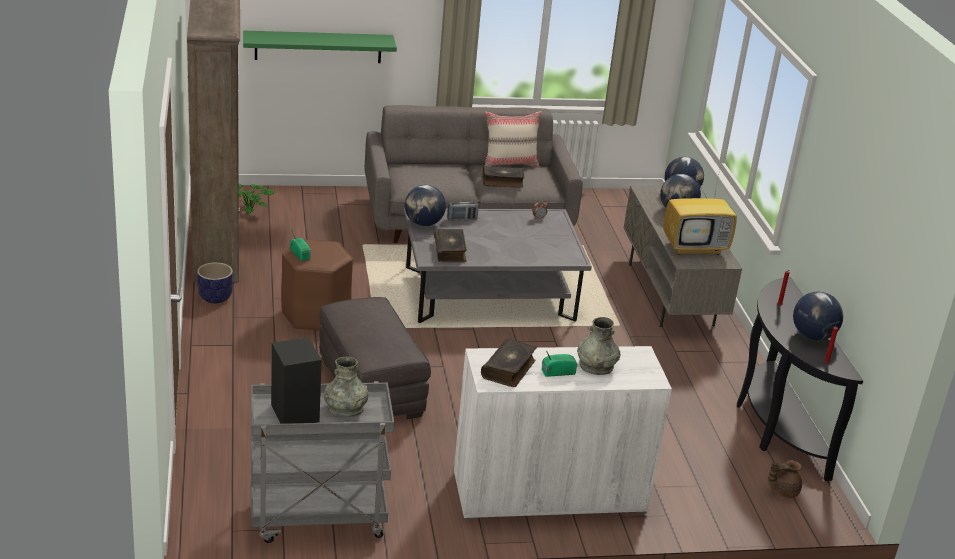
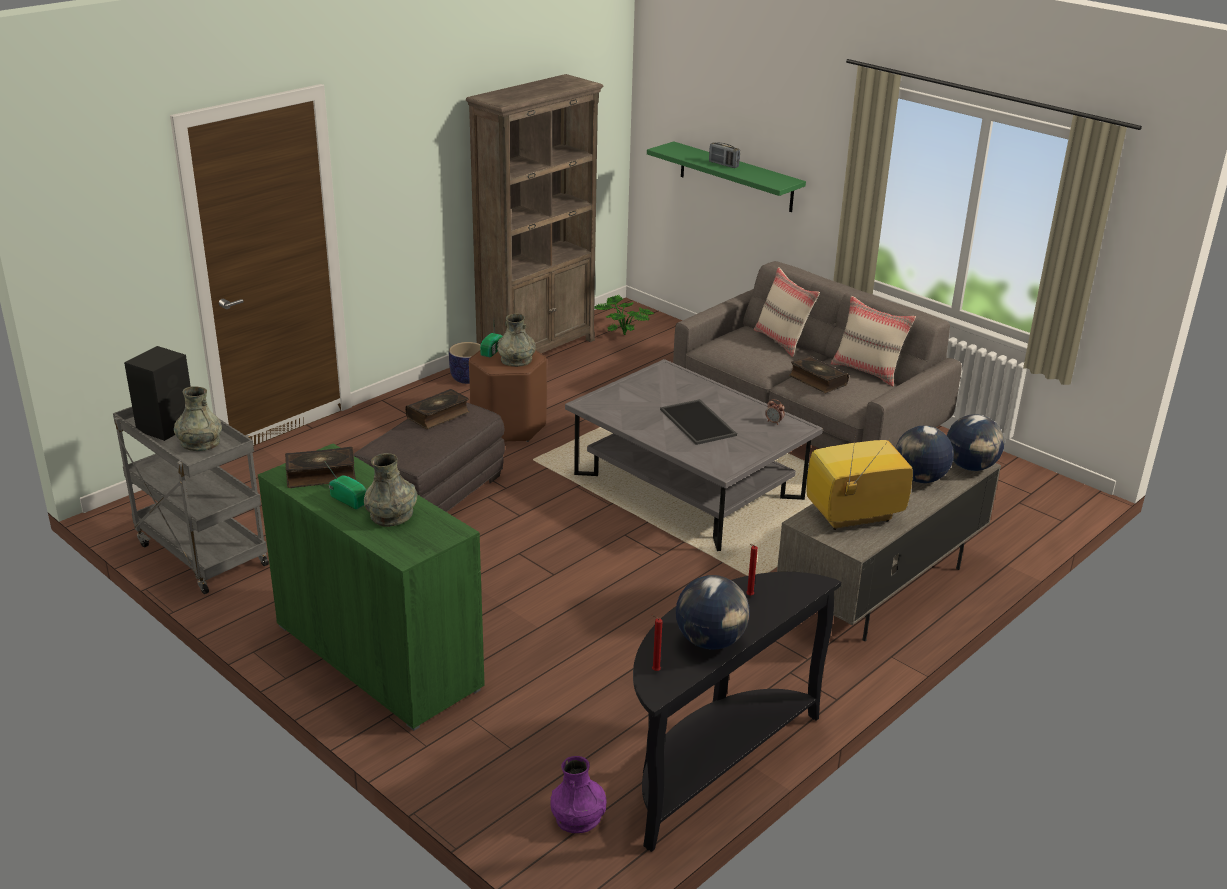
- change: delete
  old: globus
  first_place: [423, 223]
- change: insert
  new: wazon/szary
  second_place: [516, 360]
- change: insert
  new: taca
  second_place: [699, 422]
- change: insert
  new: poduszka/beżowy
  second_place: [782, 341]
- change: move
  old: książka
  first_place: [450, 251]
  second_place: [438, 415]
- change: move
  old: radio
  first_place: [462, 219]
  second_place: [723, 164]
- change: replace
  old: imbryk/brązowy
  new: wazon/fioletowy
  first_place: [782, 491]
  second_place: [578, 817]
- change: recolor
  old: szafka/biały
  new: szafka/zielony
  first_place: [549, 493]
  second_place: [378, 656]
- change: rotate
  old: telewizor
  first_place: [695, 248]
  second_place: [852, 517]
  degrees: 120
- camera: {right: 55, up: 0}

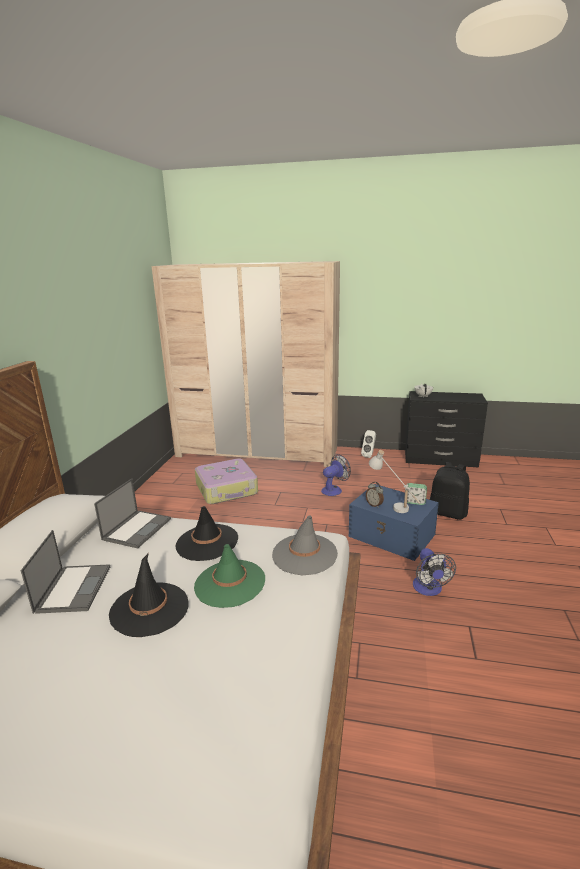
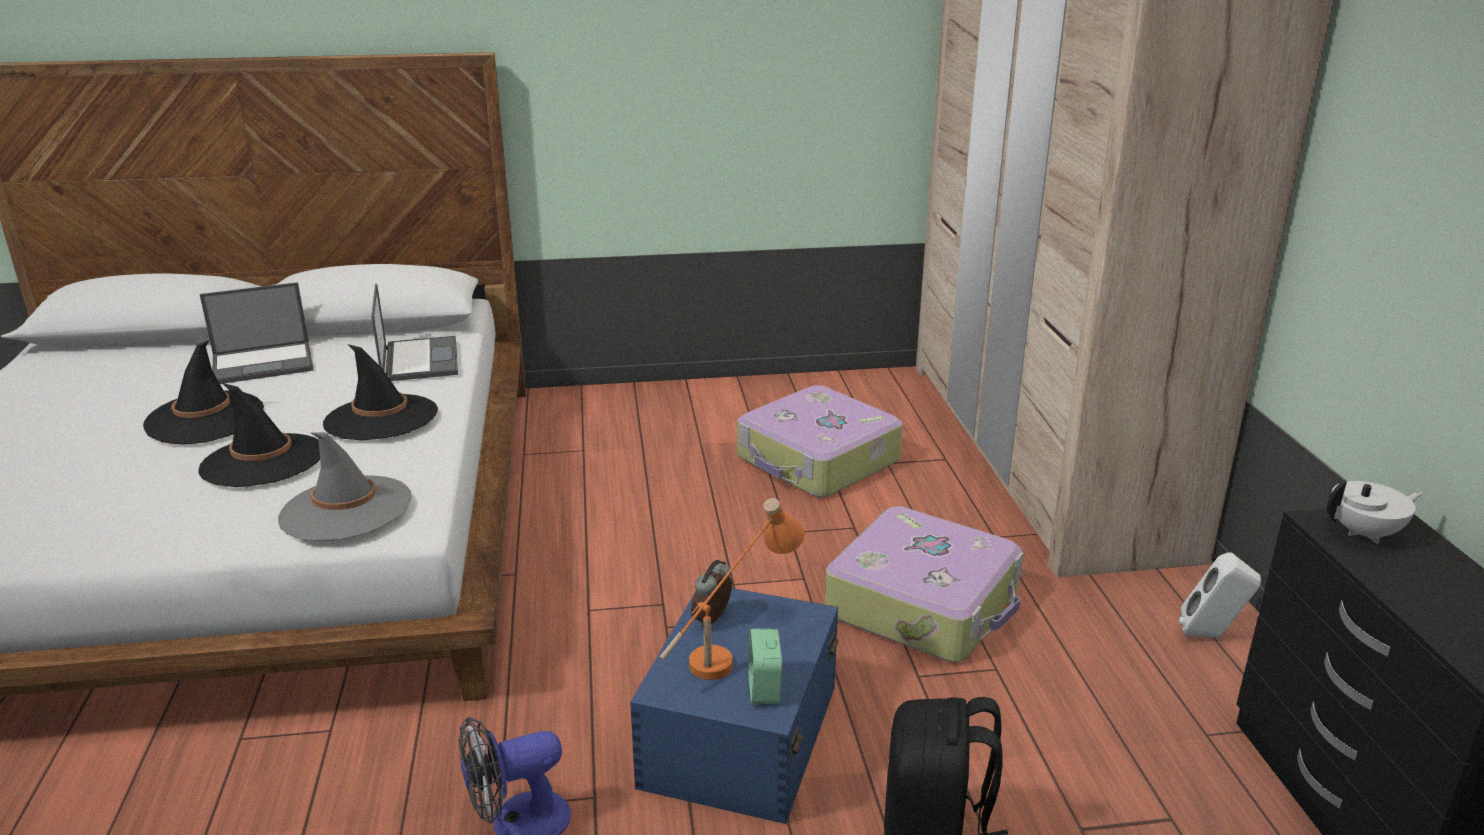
- change: replace
  old: wentylator
  new: walizka
  first_place: [334, 489]
  second_place: [924, 604]
- change: recolor
  old: kapelusz/zielony
  new: kapelusz/czarny
  first_place: [230, 583]
  second_place: [263, 461]
- change: recolor
  old: lampa stołowa/biały
  new: lampa stołowa/pomarańczowy
  first_place: [393, 504]
  second_place: [732, 650]
- change: rotate
  old: laptop
  first_place: [137, 528]
  second_place: [419, 359]
  degrees: -105
- camera: {right: 70, up: 5}

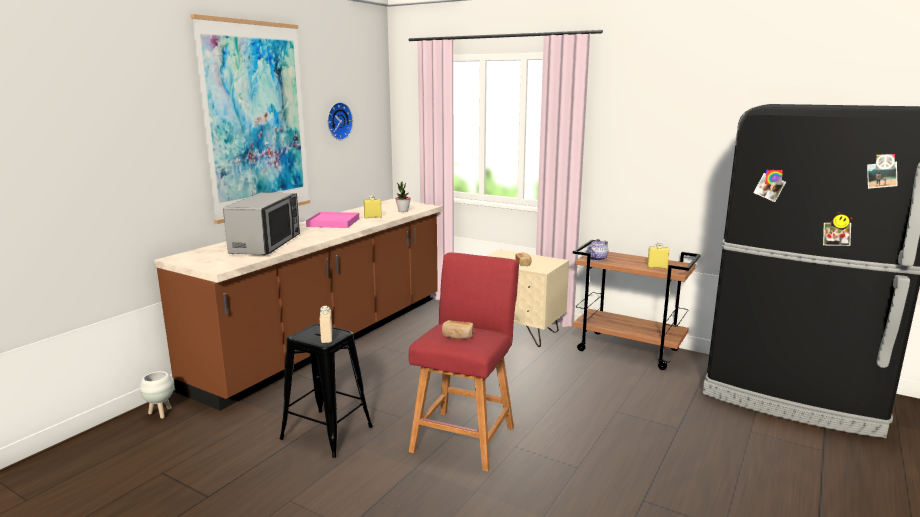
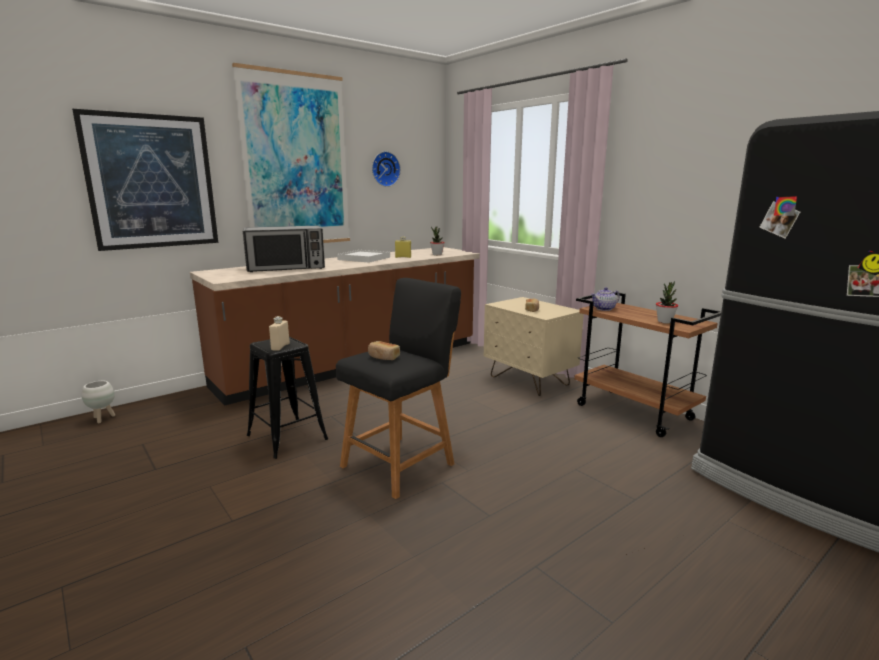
- change: insert
  new: obraz
  second_place: [152, 182]
- change: move
  old: donica/biały
  first_place: [160, 413]
  second_place: [103, 419]
- change: replace
  old: butelka/żółty
  new: roślina doniczkowa
  first_place: [657, 267]
  second_place: [664, 321]
- change: recolor
  old: taca/różowy
  new: taca/biały
  first_place: [333, 222]
  second_place: [364, 258]
- change: recolor
  old: stołek/czerwony
  new: stołek/czarny
  first_place: [465, 436]
  second_place: [401, 463]
- change: rotate
  old: mikrofalówka
  first_place: [266, 244]
  second_place: [286, 268]
  degrees: 45
- camera: {right: 20, up: 0}

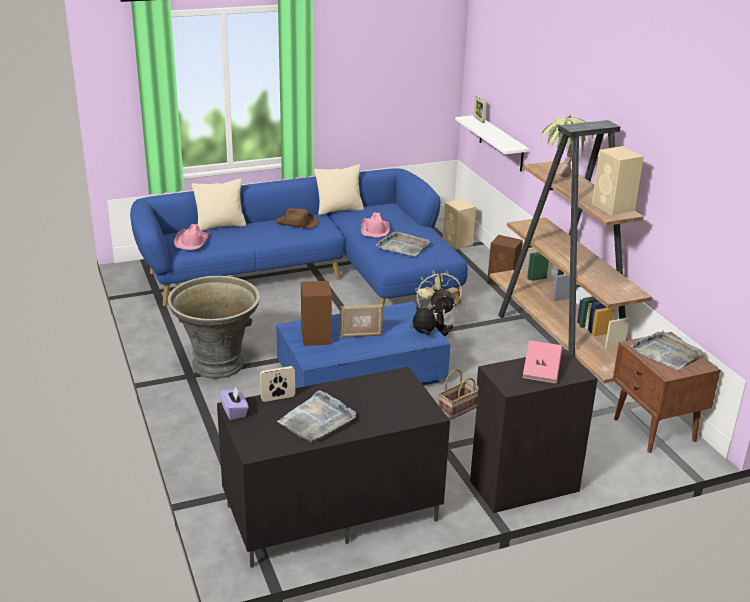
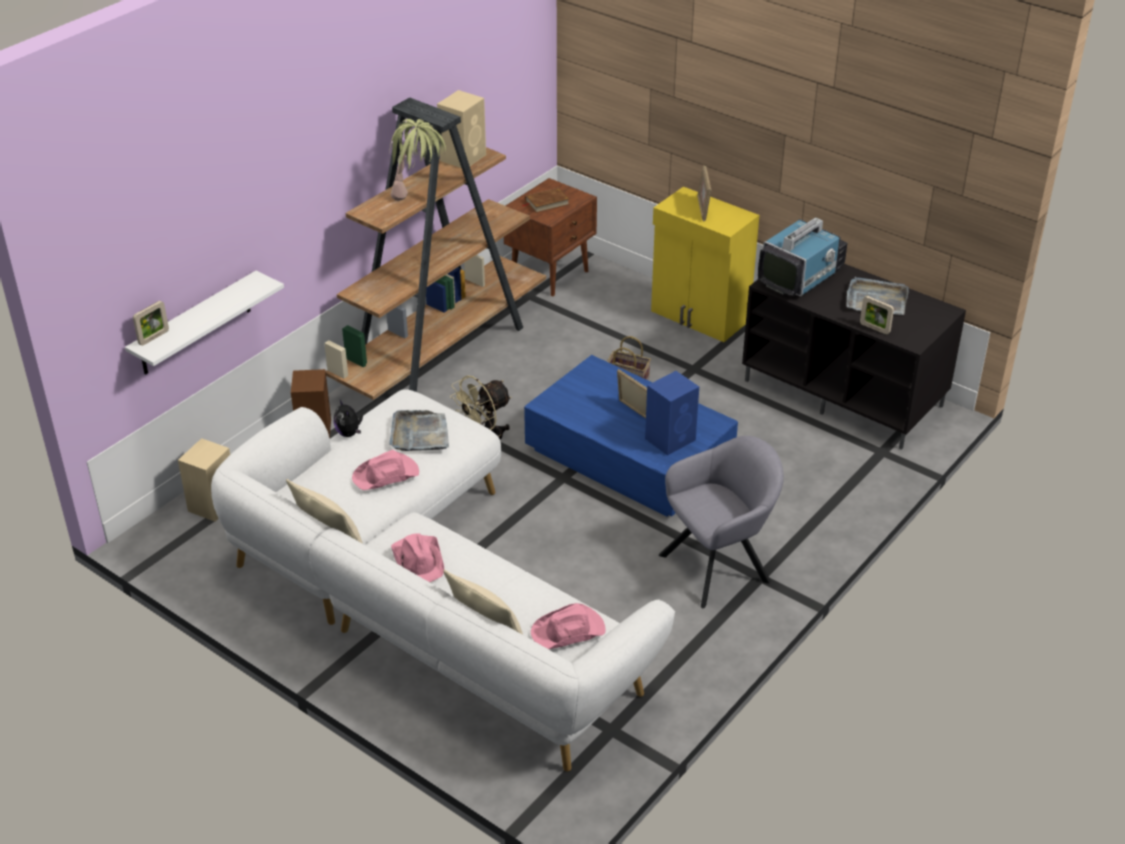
- change: delete
  old: pudełko chusteczek/fioletowy
  first_place: [234, 412]
- change: insert
  new: telewizor
  second_place: [801, 277]
- change: move
  old: pluszak
  first_place: [423, 333]
  second_place: [349, 433]
- change: replace
  old: donica/szary
  new: fotel/szary
  first_place: [218, 366]
  second_place: [720, 566]
- change: replace
  old: książka/różowy
  new: ramka na zdjęcie
  first_place: [541, 371]
  second_place: [703, 209]
- change: replace
  old: taca/szary
  new: książka/brązowy
  first_place: [666, 353]
  second_place: [547, 203]
- change: recolor
  old: kanapa/niebieski
  new: kanapa/biały
  first_place: [312, 274]
  second_place: [427, 599]
- change: recolor
  old: kapelusz/brązowy
  new: kapelusz/różowy
  first_place: [297, 223]
  second_place: [419, 560]
- change: recolor
  old: głośnik/brązowy
  new: głośnik/niebieski
  first_place: [316, 337]
  second_place: [671, 439]
- change: recolor
  old: szafka/czarny
  new: szafka/żółty
  first_place: [522, 485]
  second_place: [699, 317]
- camera: {right: -120, up: 10}

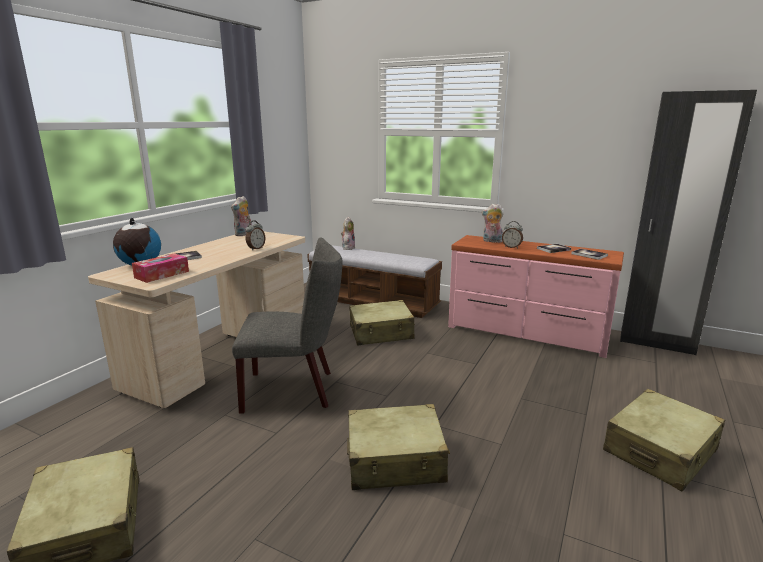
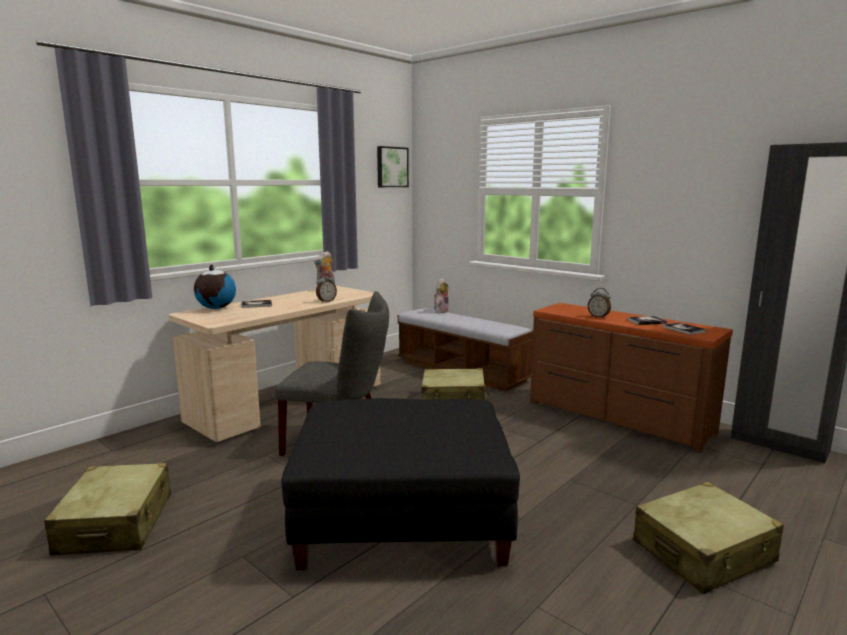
- change: delete
  old: pudełko chusteczek
  first_place: [162, 274]
- change: delete
  old: pluszak
  first_place: [491, 241]
- change: insert
  new: obraz
  second_place: [391, 167]
- change: replace
  old: walizka/beżowy
  new: pufa/czarny
  first_place: [395, 460]
  second_place: [403, 516]
- change: recolor
  old: komoda/różowy
  new: komoda/brązowy
  first_place: [526, 333]
  second_place: [617, 417]
- camera: {right: 15, up: -5}

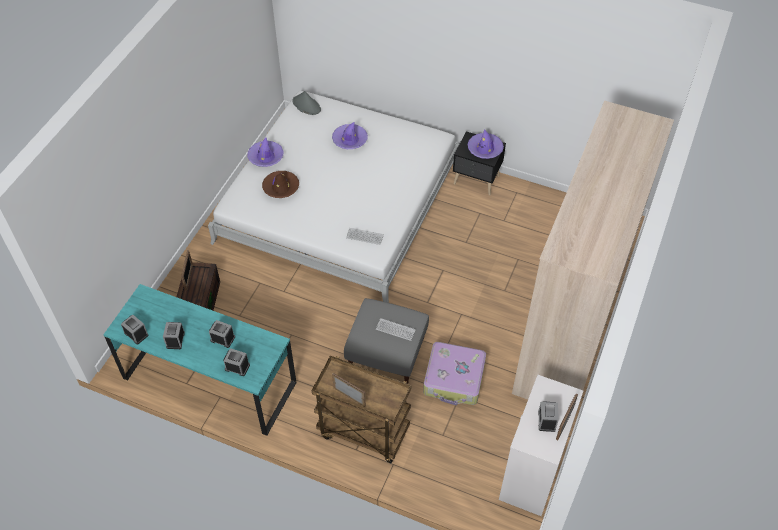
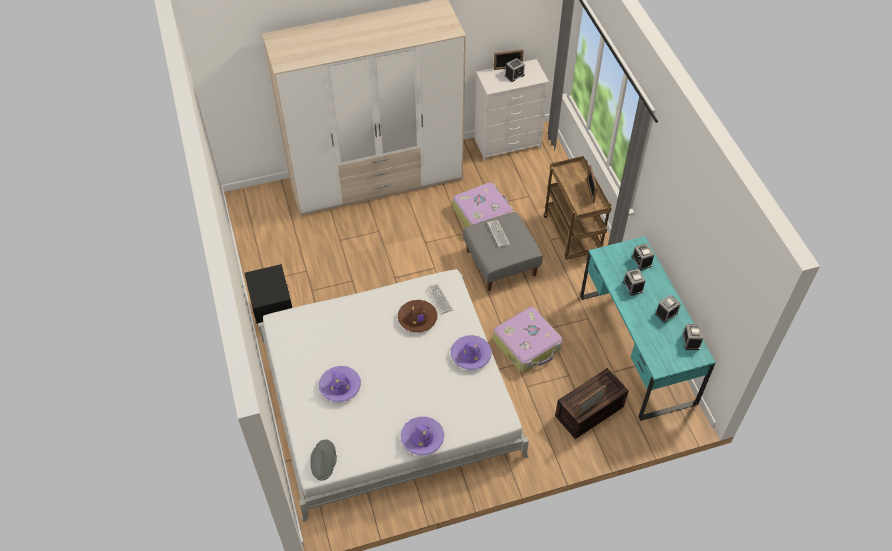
- change: insert
  new: walizka
  second_place: [527, 345]
- change: move
  old: kapelusz/brązowy
  first_place: [281, 187]
  second_place: [417, 319]
- change: move
  old: kapelusz/fioletowy
  first_place: [485, 149]
  second_place: [471, 355]
- camera: {right: -130, up: 0}

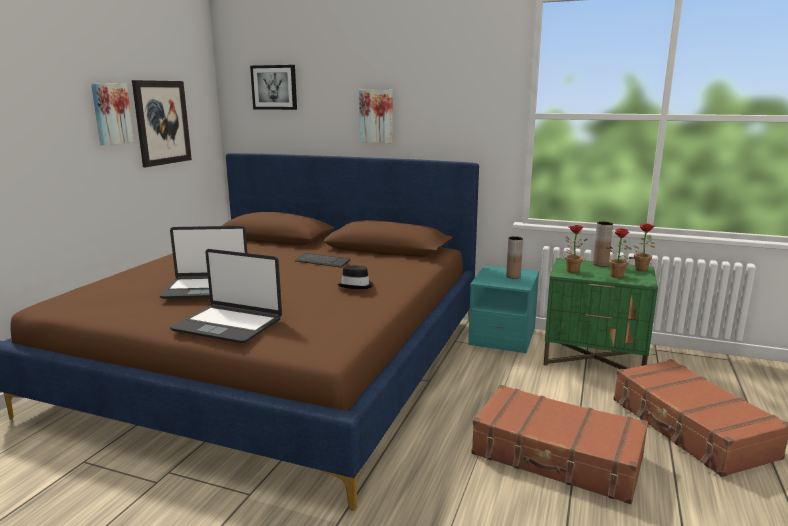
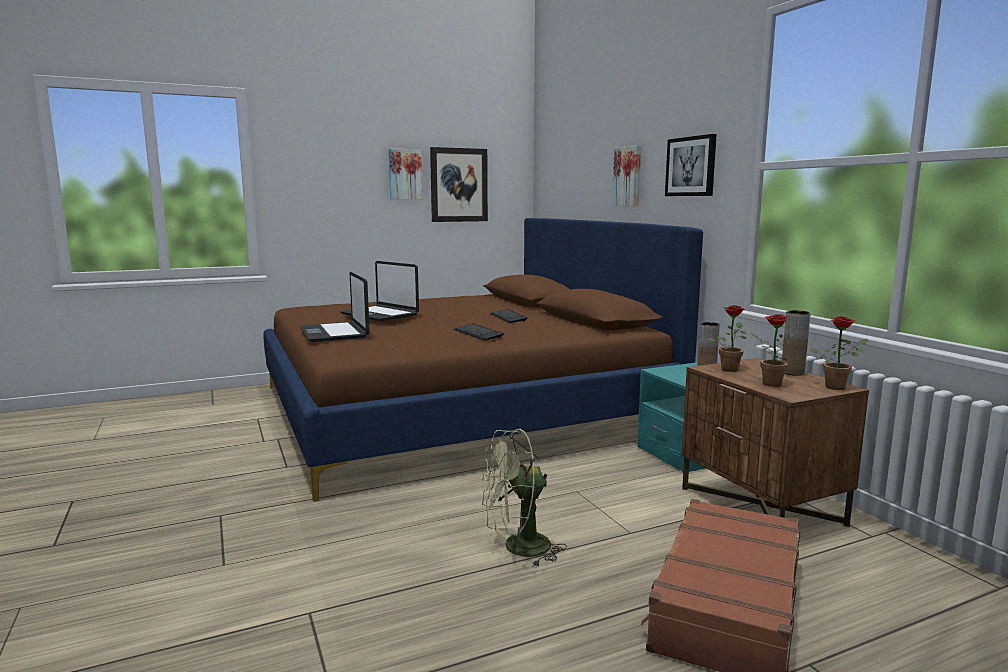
- change: move
  old: obraz
  first_place: [274, 87]
  second_place: [691, 166]
- change: replace
  old: kapelusz/czarny
  new: klawiatura
  first_place: [356, 285]
  second_place: [478, 333]
- change: replace
  old: walizka/brązowy
  new: wentylator/zielony
  first_place: [557, 456]
  second_place: [518, 548]
- change: recolor
  old: szafka nocna/zielony
  new: szafka nocna/brązowy
  first_place: [594, 359]
  second_place: [762, 507]
- camera: {right: 45, up: -5}

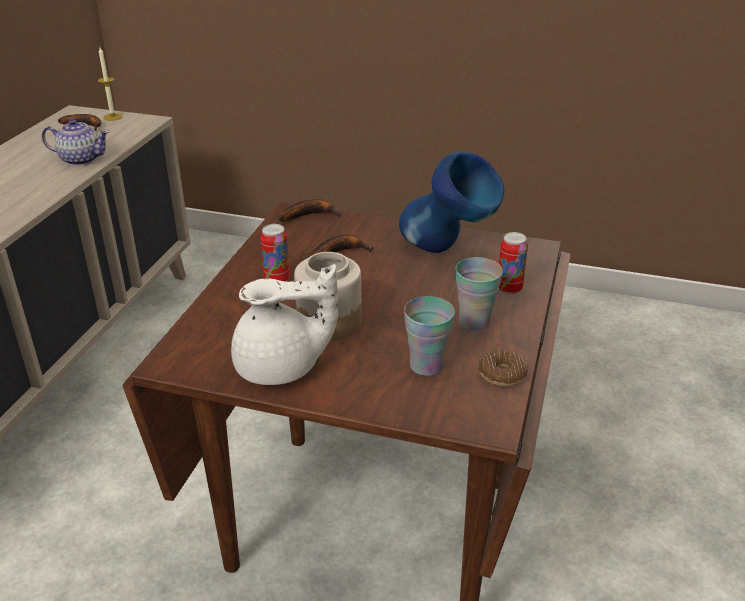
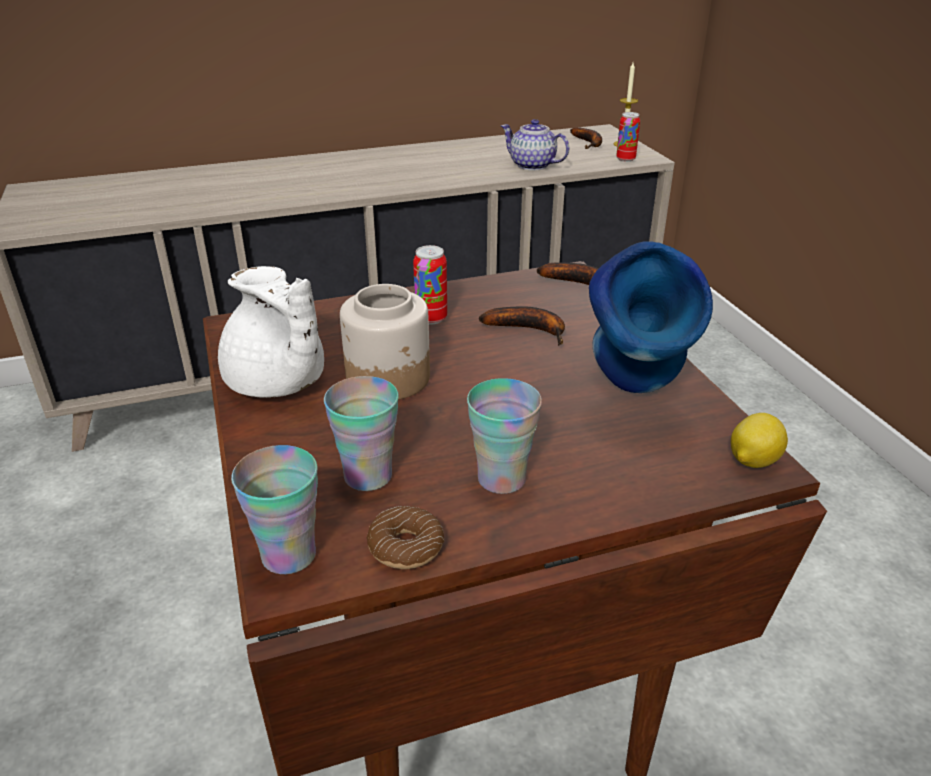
- change: insert
  new: filiżanka
  second_place: [289, 555]
- change: insert
  new: cytryna
  second_place: [752, 461]
- change: move
  old: puszka
  first_place: [509, 289]
  second_place: [625, 159]
- change: rotate
  old: imbryk
  first_place: [80, 159]
  second_place: [533, 165]
  degrees: 150
- camera: {right: 55, up: 0}

